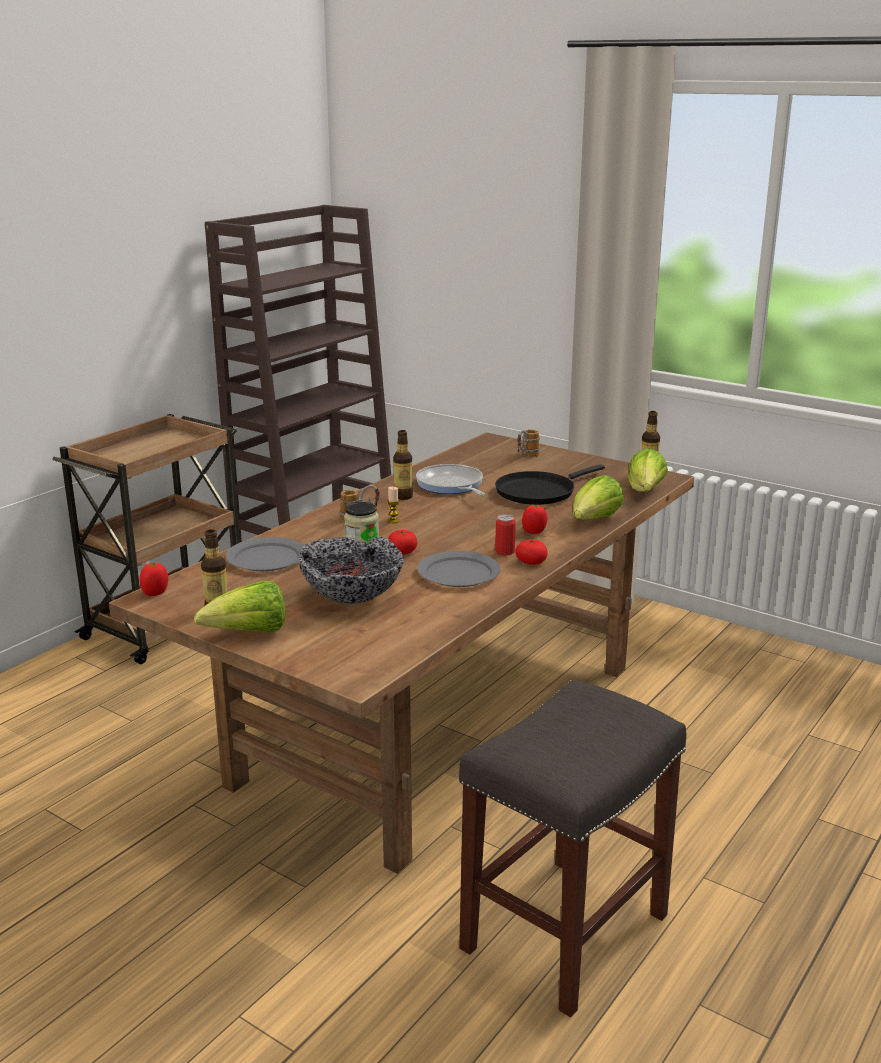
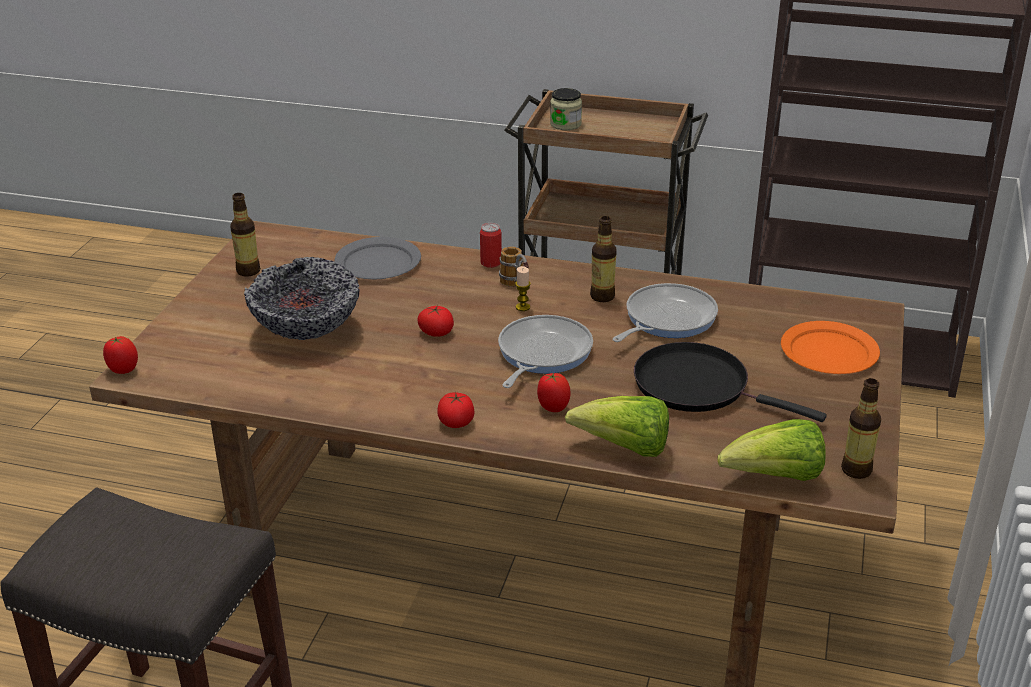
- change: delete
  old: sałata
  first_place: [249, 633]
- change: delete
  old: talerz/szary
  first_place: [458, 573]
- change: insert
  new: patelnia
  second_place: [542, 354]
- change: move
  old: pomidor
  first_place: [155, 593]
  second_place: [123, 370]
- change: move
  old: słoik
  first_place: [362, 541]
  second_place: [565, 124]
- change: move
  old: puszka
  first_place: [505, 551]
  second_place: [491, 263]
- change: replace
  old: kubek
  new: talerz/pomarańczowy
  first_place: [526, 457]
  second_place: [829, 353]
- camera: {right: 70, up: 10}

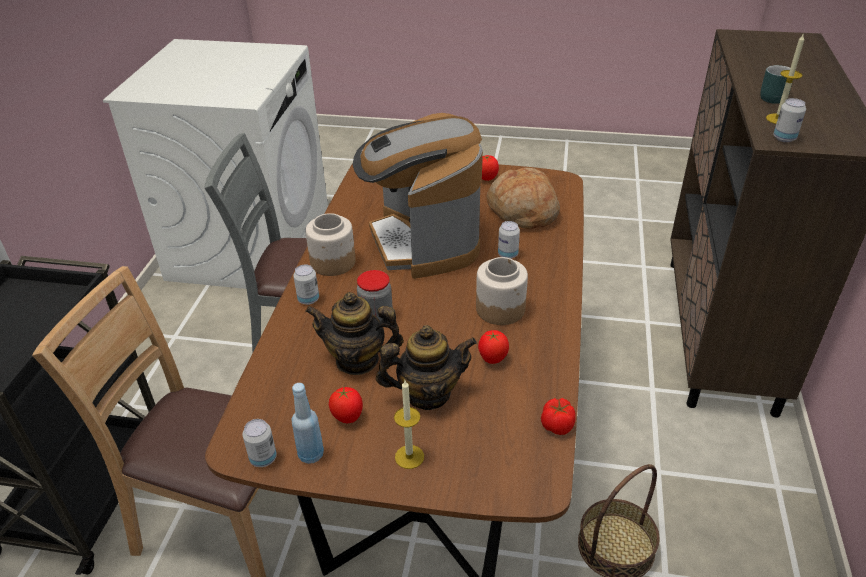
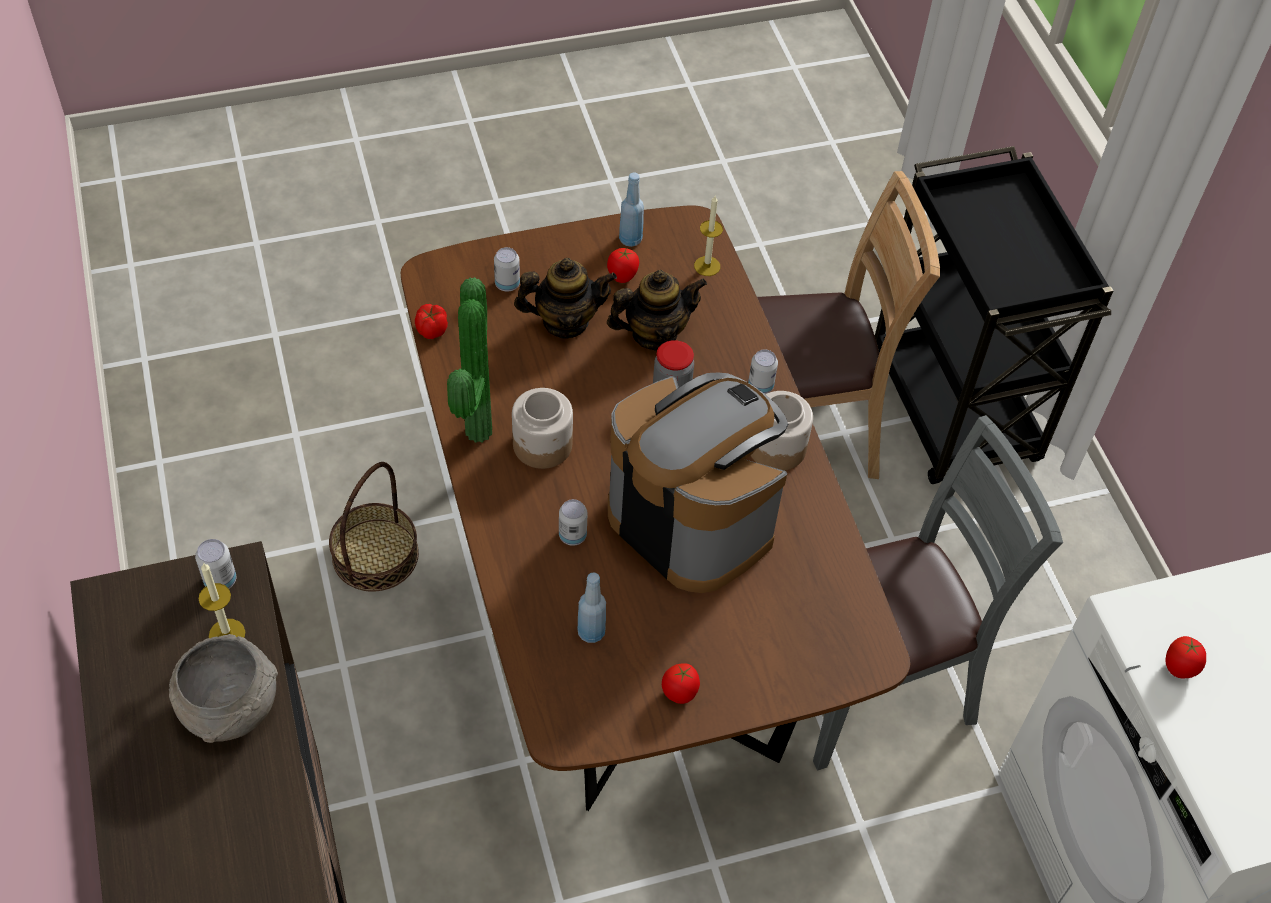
- change: insert
  new: roślina doniczkowa
  second_place: [473, 432]
- change: move
  old: puszka
  first_place: [263, 458]
  second_place: [507, 284]
- change: move
  old: świeca
  first_place: [409, 457]
  second_place: [707, 266]
- change: move
  old: pomidor
  first_place: [492, 359]
  second_place: [1178, 669]
- change: replace
  old: chleb
  new: butelka/niebieski
  first_place: [522, 211]
  second_place: [591, 632]
- change: replace
  old: kubek/turkusowy
  new: miska/szary
  first_place: [773, 97]
  second_place: [231, 707]
- change: rotate
  old: imbryk
  first_place: [427, 394]
  second_place: [565, 322]
  degrees: -150
- camera: {right: 150, up: 15}

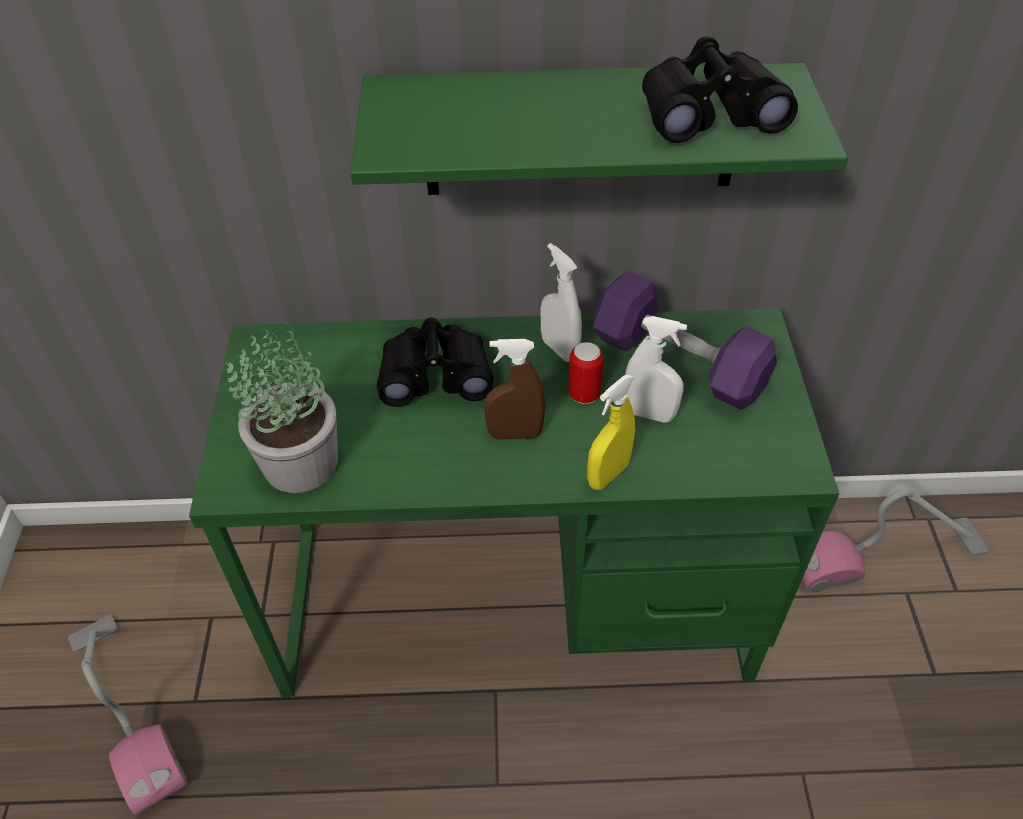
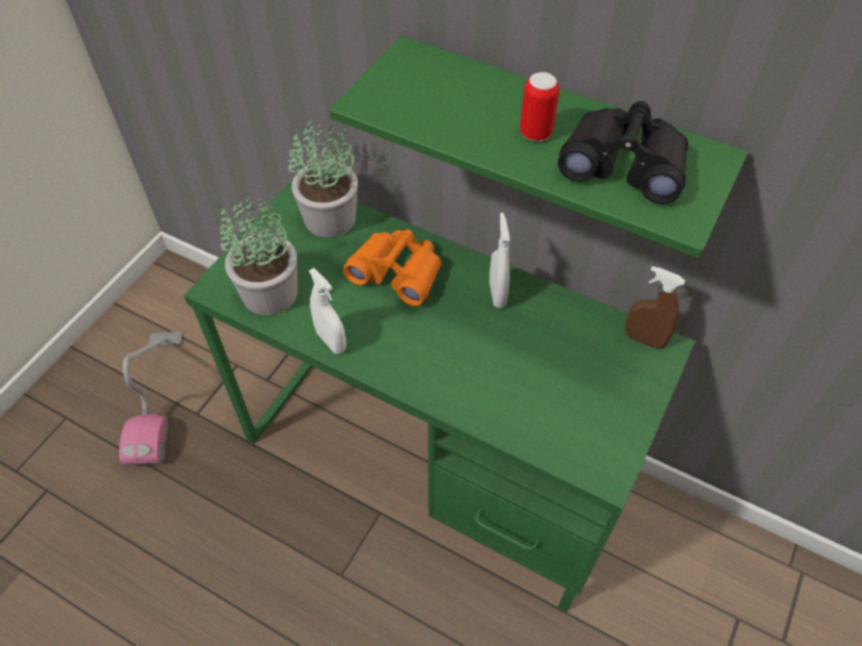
- change: delete
  old: spryskiwacz/żółty
  first_place: [608, 475]
- change: delete
  old: hantel/fioletowy
  first_place: [678, 362]
- change: delete
  old: odkurzacz
  first_place: [885, 555]
- change: insert
  new: roślina doniczkowa
  second_place: [331, 217]
- change: move
  old: spryskiwacz/brązowy
  first_place: [515, 434]
  second_place: [644, 339]
- change: move
  old: puszka
  first_place: [584, 394]
  second_place: [535, 133]
- change: move
  old: spryskiwacz/biały
  first_place: [649, 414]
  second_place: [331, 341]
- change: recolor
  old: lornetka/czarny
  new: lornetka/pomarańczowy
  first_place: [435, 374]
  second_place: [397, 272]
- camera: {right: 30, up: 5}

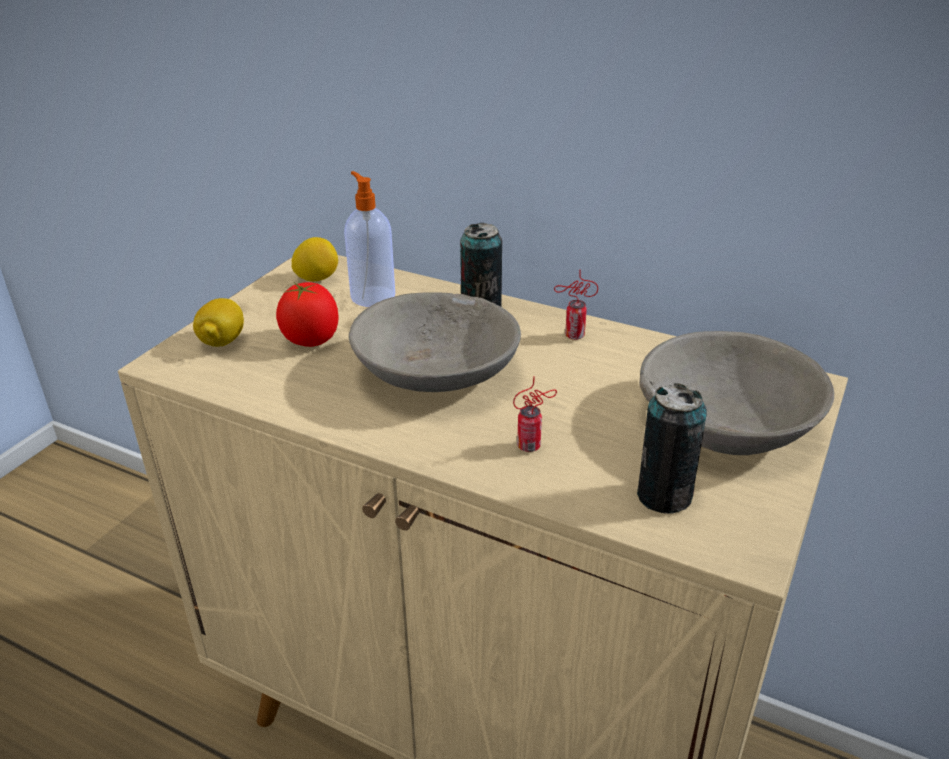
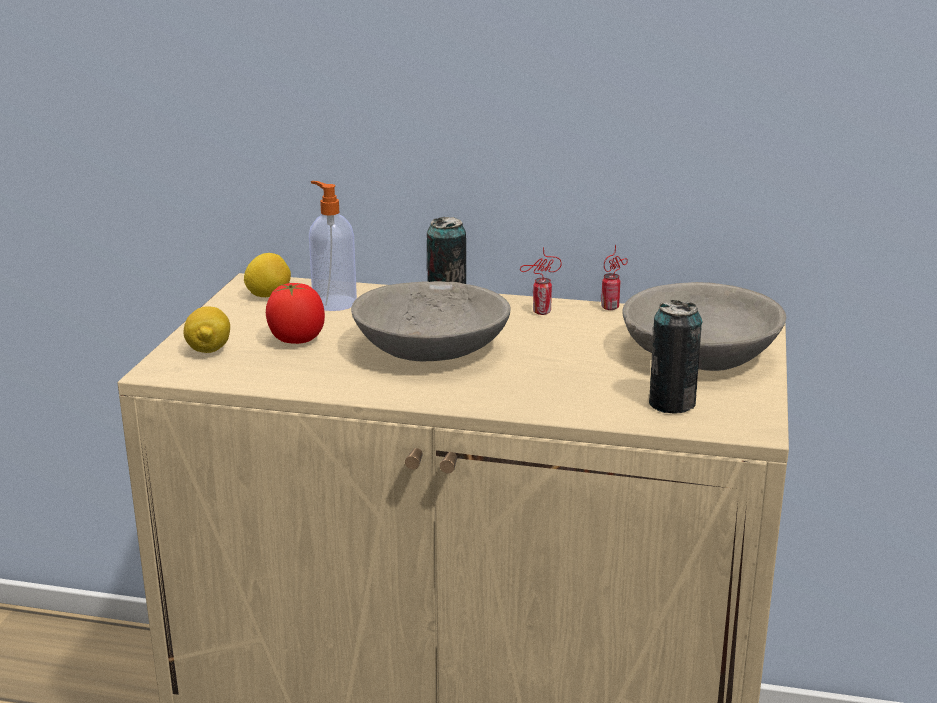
- change: move
  old: puszka
  first_place: [531, 445]
  second_place: [611, 307]
- camera: {right: -15, up: -10}

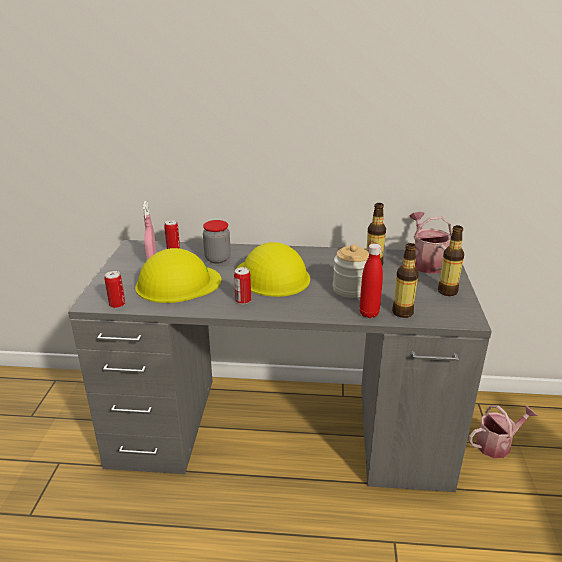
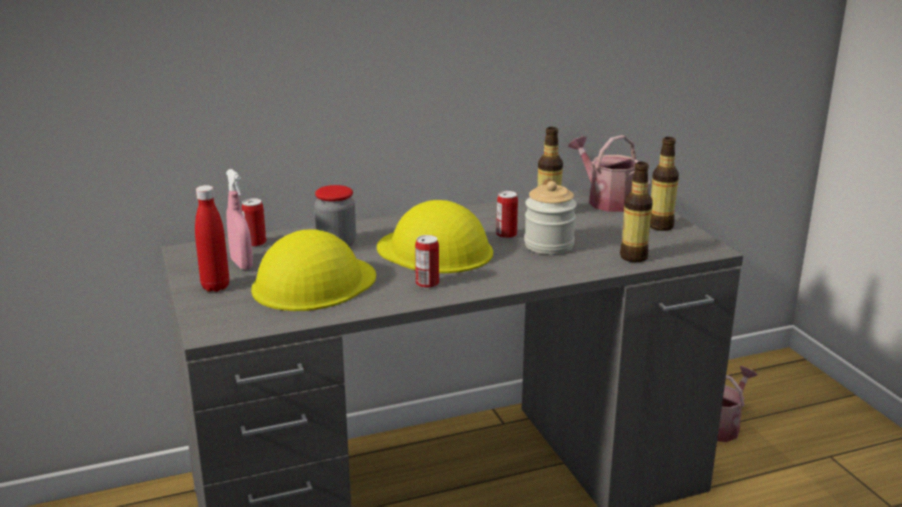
- change: move
  old: puszka
  first_place: [117, 304]
  second_place: [506, 235]
- change: move
  old: butelka/czerwony
  first_place: [369, 313]
  second_place: [215, 287]
- camera: {right: -25, up: -5}

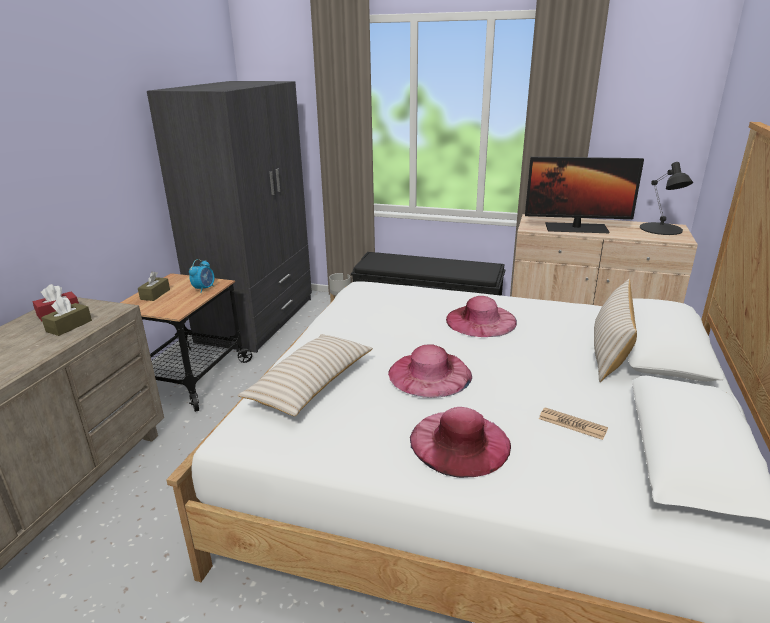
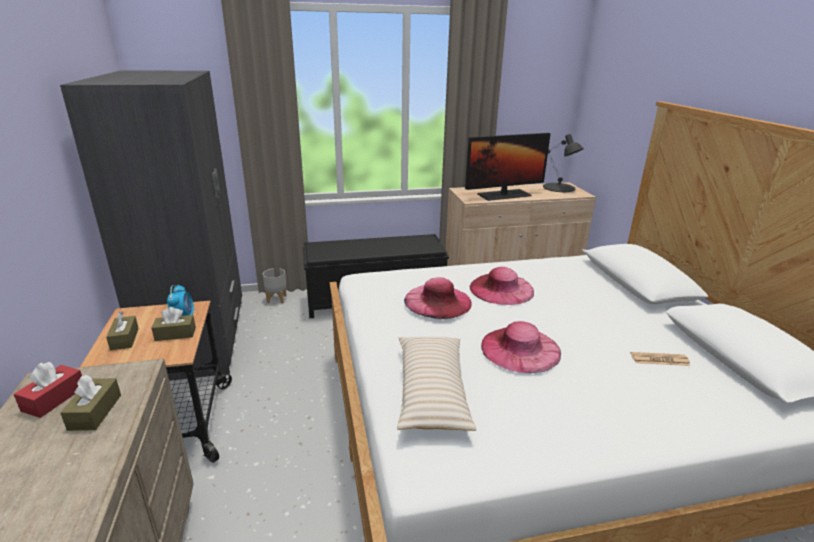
- change: delete
  old: poduszka/beżowy
  first_place: [609, 351]
- change: insert
  new: pudełko chusteczek/brązowy
  second_place: [175, 334]
- change: move
  old: kapelusz/różowy
  first_place: [460, 442]
  second_place: [438, 301]
- camera: {right: -30, up: 0}

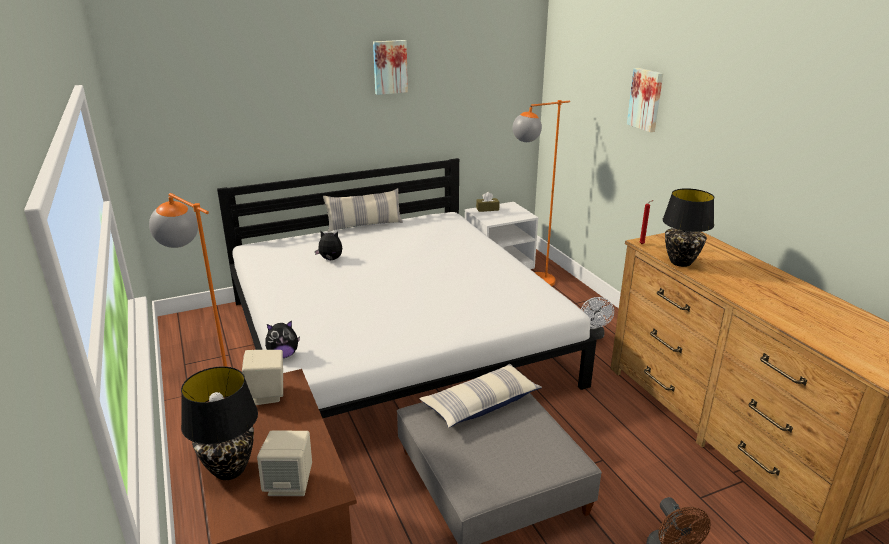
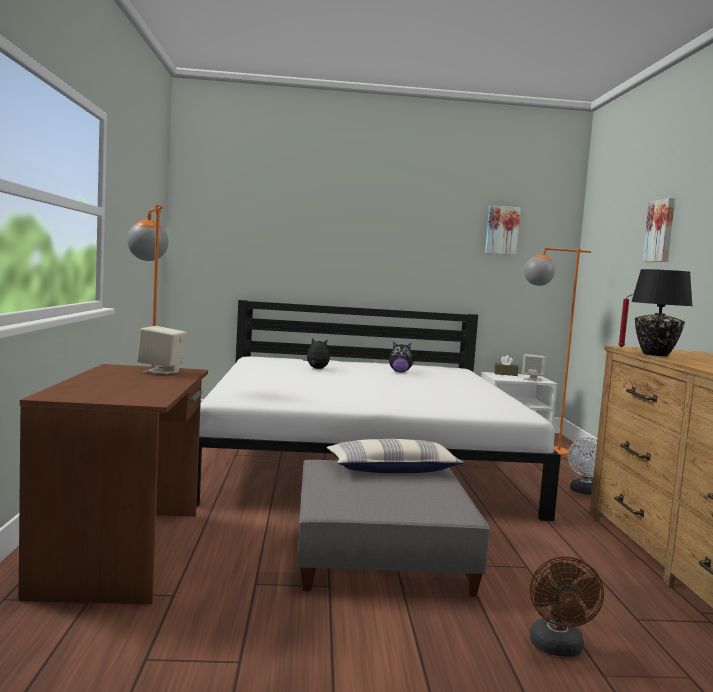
- change: delete
  old: lampa stołowa/czarny
  first_place: [230, 470]
- change: delete
  old: poduszka
  first_place: [364, 225]
- change: move
  old: głośnik/beżowy
  first_place: [290, 484]
  second_place: [533, 379]
- change: move
  old: pluszak
  first_place: [283, 355]
  second_place: [400, 372]
- change: move
  old: obraz
  first_place: [389, 67]
  second_place: [502, 230]
- camera: {right: 20, up: -20}

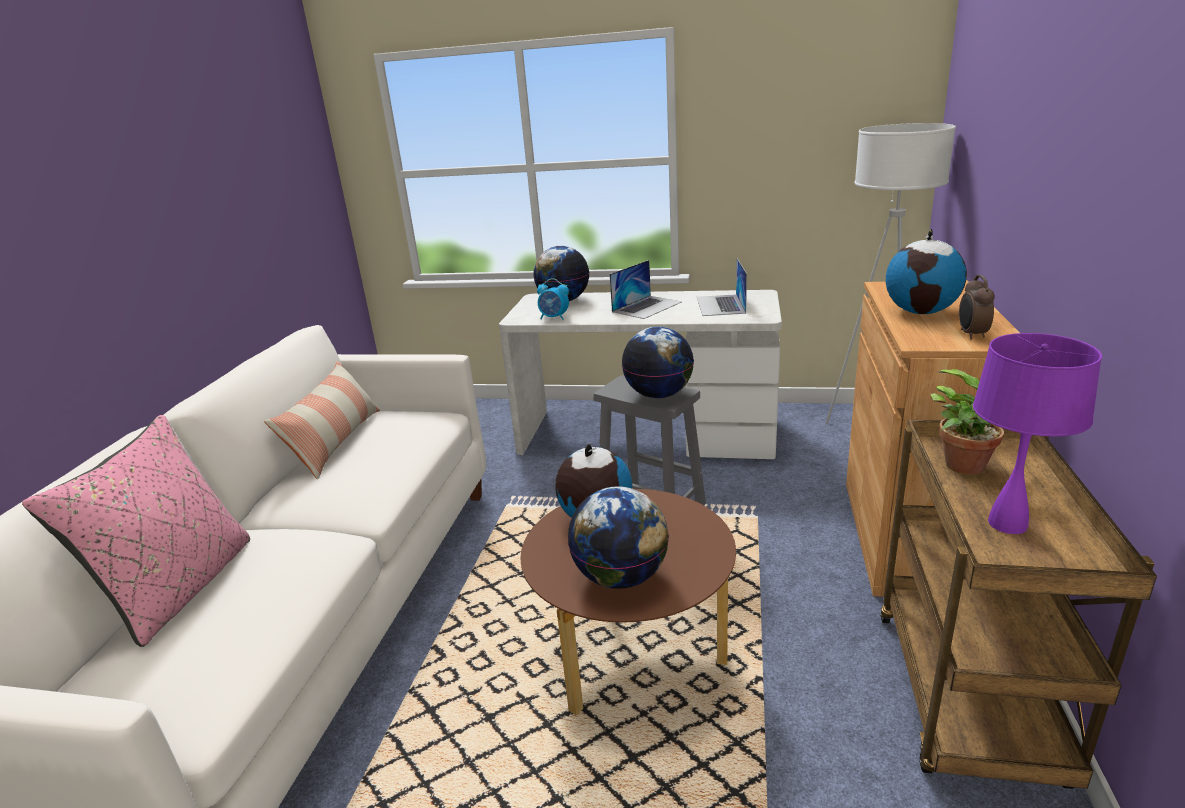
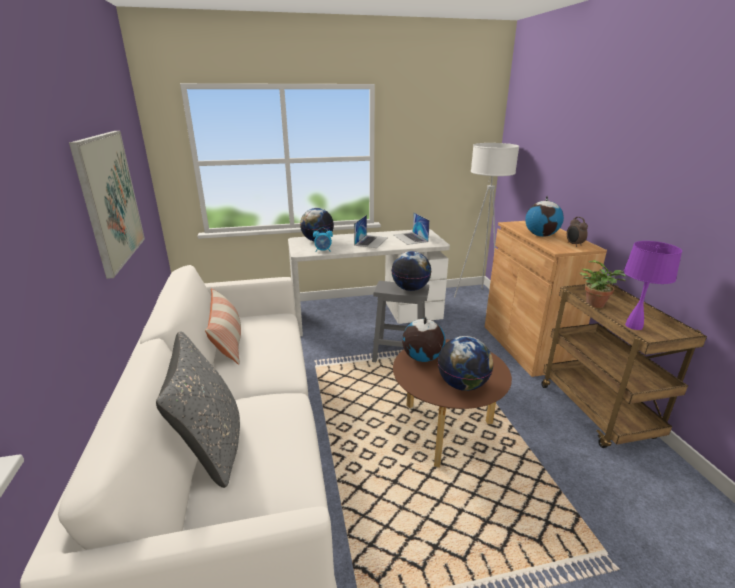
- change: insert
  new: obraz
  second_place: [110, 199]
- change: recolor
  old: poduszka/różowy
  new: poduszka/szary
  first_place: [181, 588]
  second_place: [212, 447]
- camera: {right: -25, up: 0}

